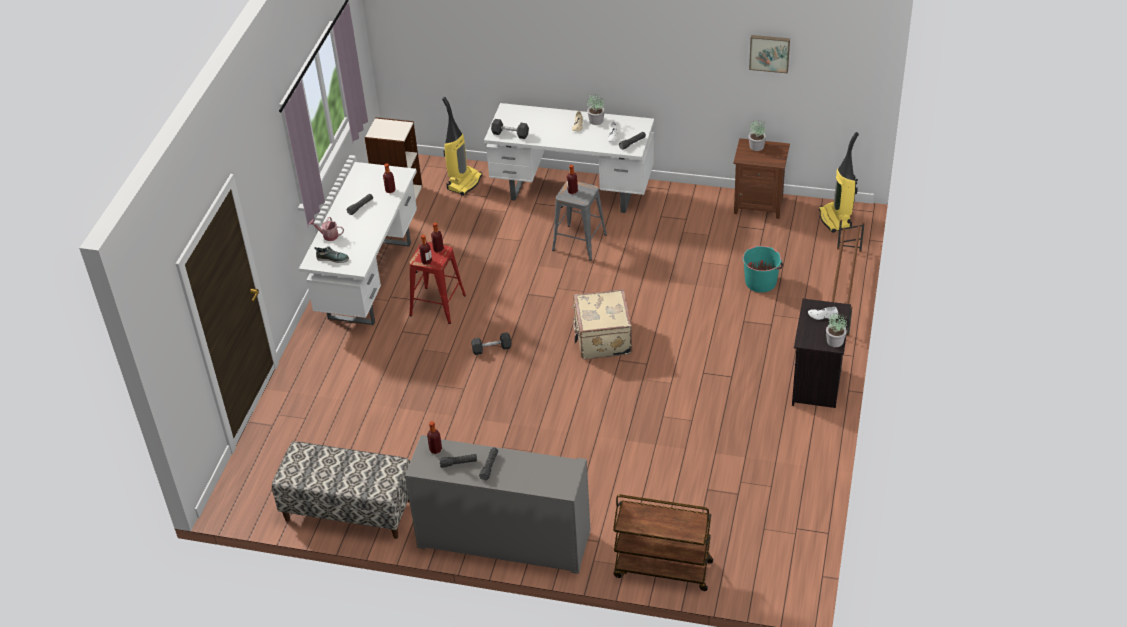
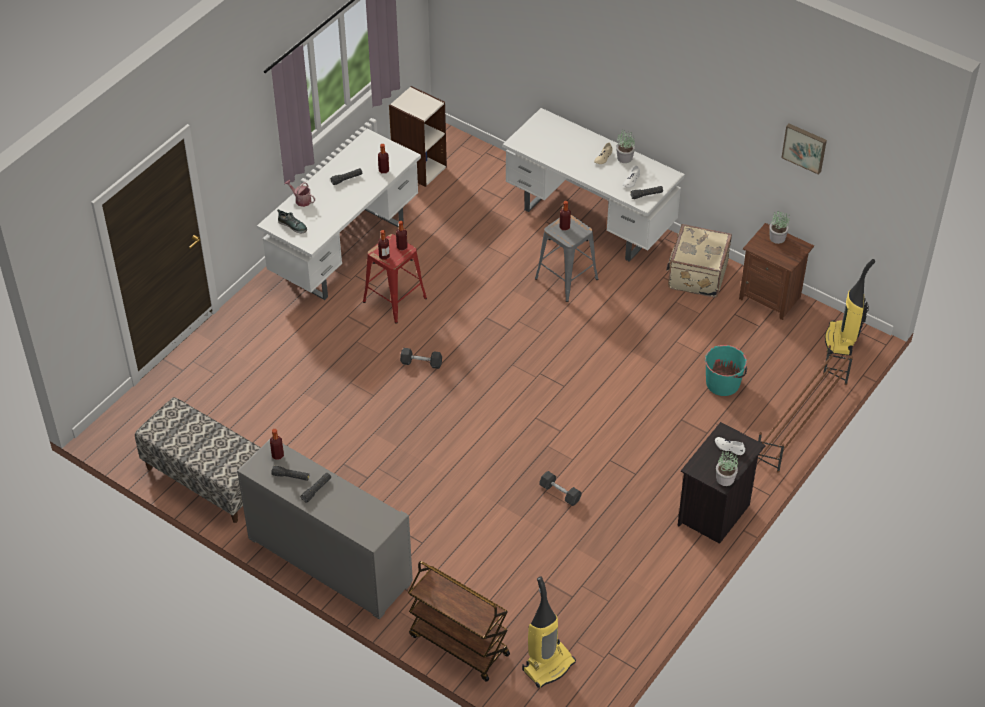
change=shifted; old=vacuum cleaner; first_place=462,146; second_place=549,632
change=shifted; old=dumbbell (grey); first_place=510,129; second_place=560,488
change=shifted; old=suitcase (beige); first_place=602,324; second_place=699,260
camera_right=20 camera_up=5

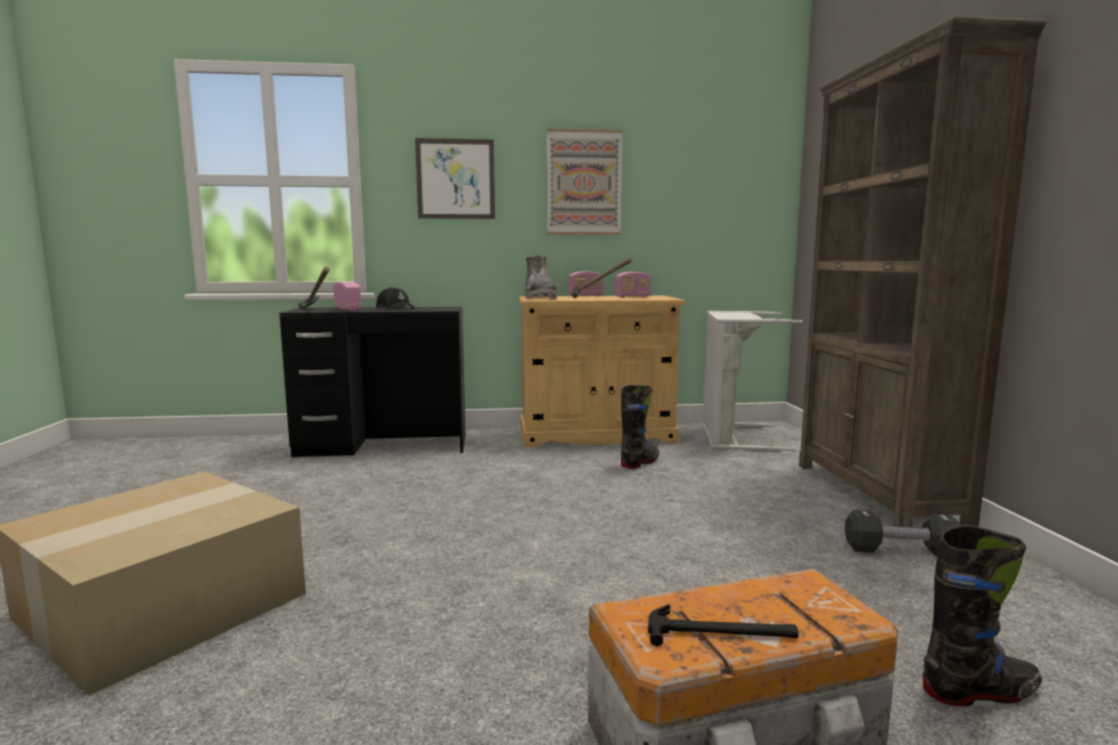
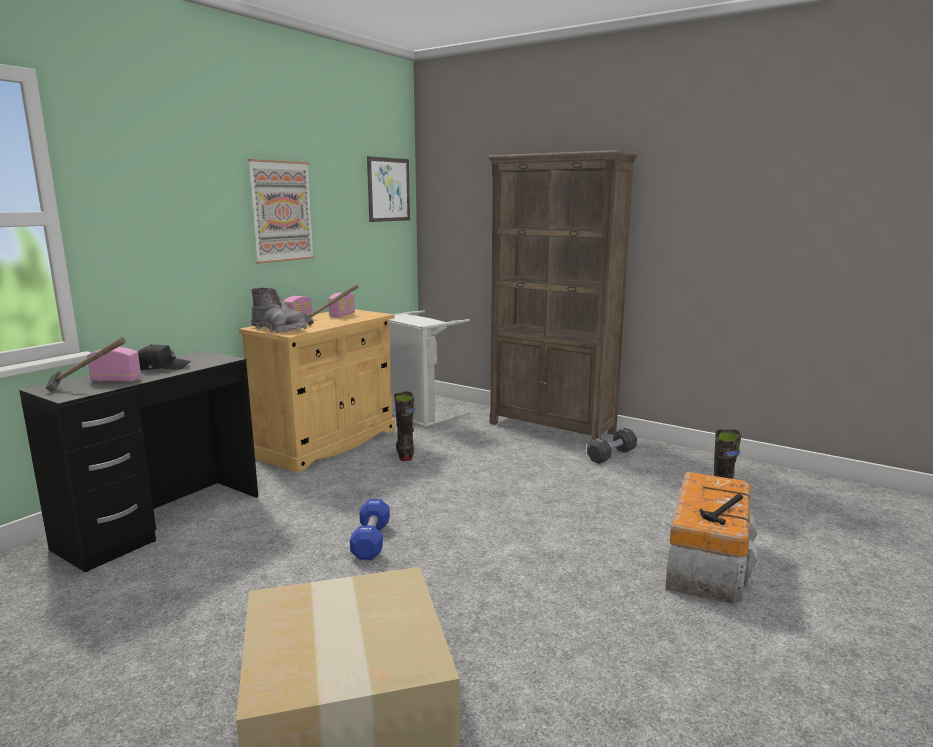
change=new; new=dumbbell (blue); second_place=370,529
change=shifted; old=picture; first_place=455,178; second_place=388,189
camera_right=-50 camera_up=5

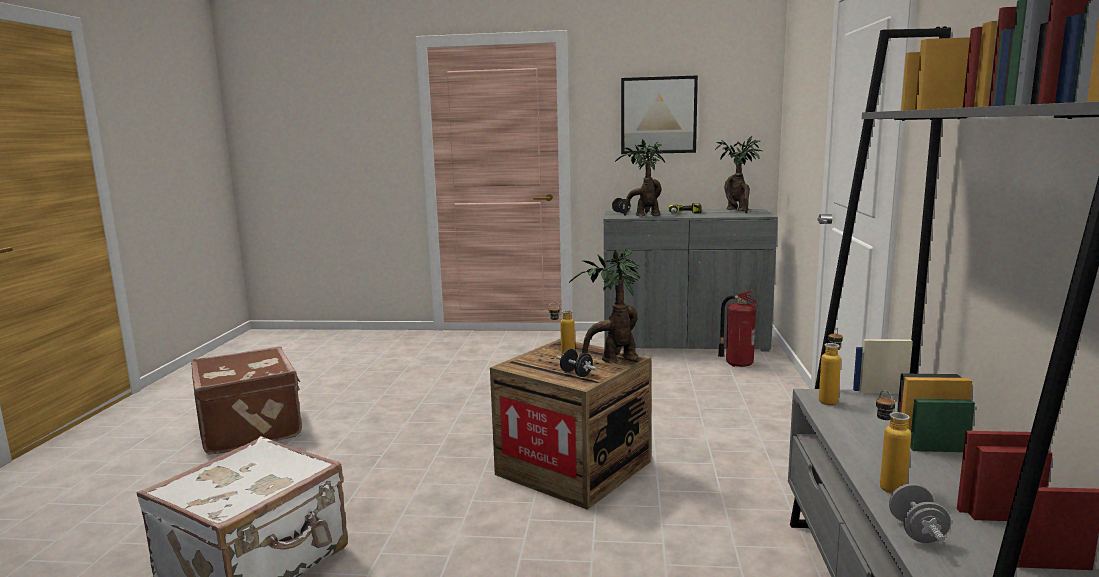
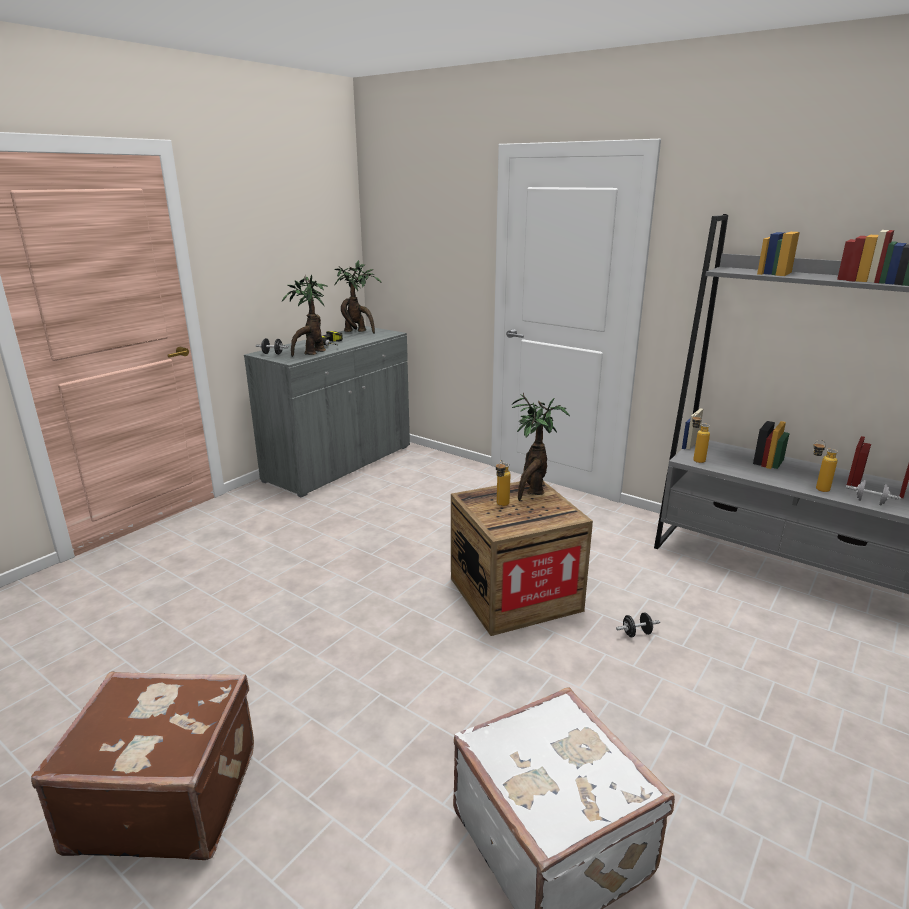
change=gone; old=picture; first_place=659,114
change=gone; old=fire extinguisher; first_place=738,328
change=shifted; old=dumbbell (black); first_place=576,363; second_place=638,625
camera_right=-60 camera_up=10

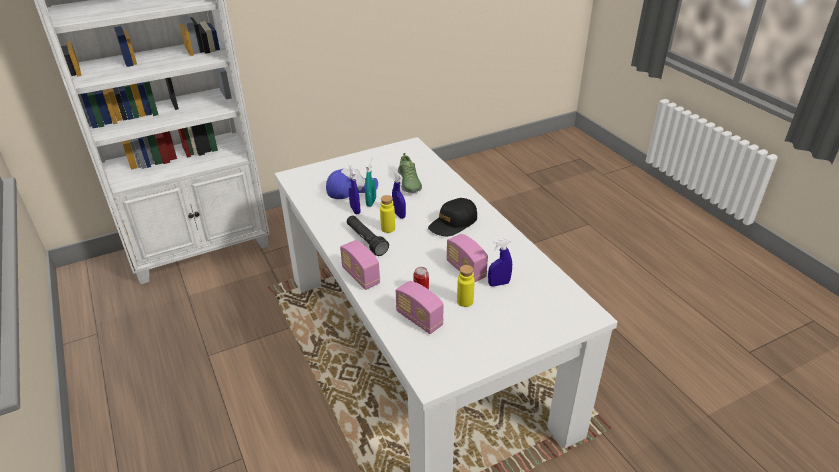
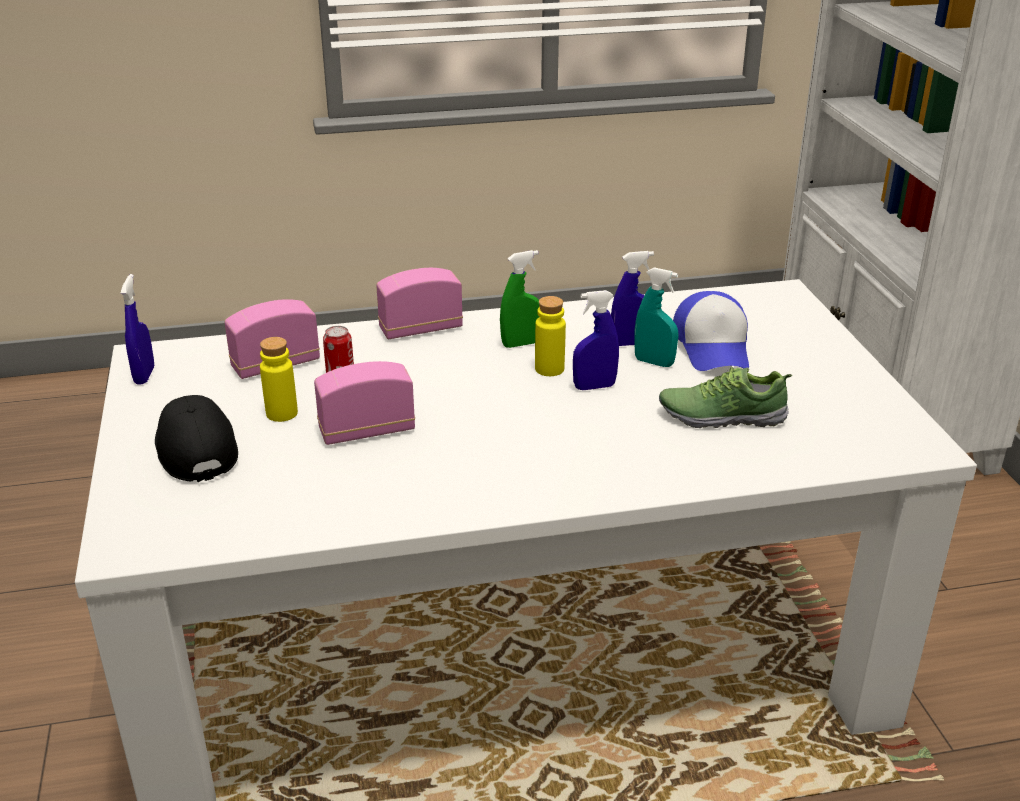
change=shifted; old=cap (black); first_place=452,217; second_place=196,438
change=shifted; old=spray bottle (blue); first_place=500,262; second_place=137,329
change=swapped; old=flashlight (black); new=spray bottle (green); first_place=368,235; second_place=520,299
camera_right=105 camera_up=-5

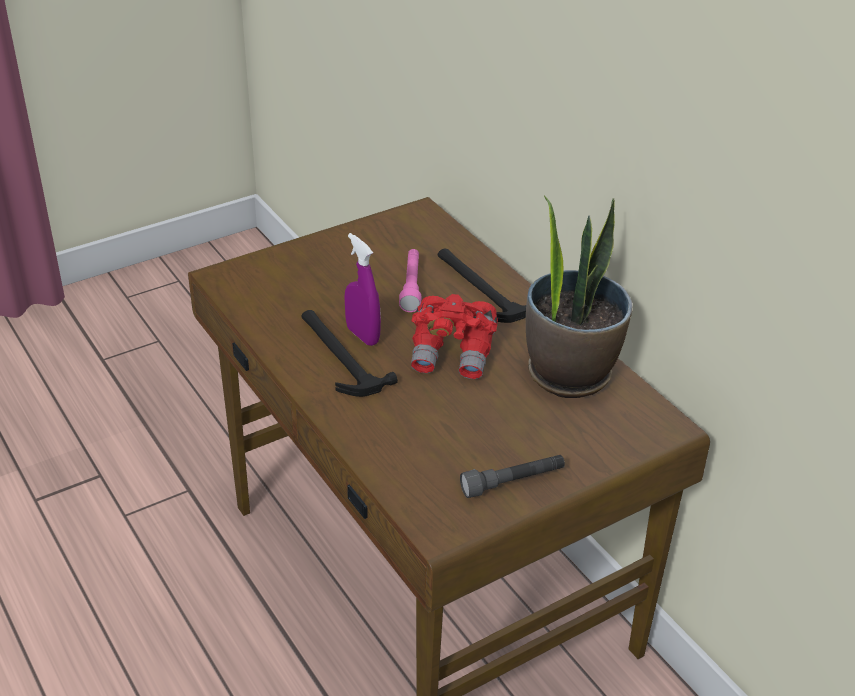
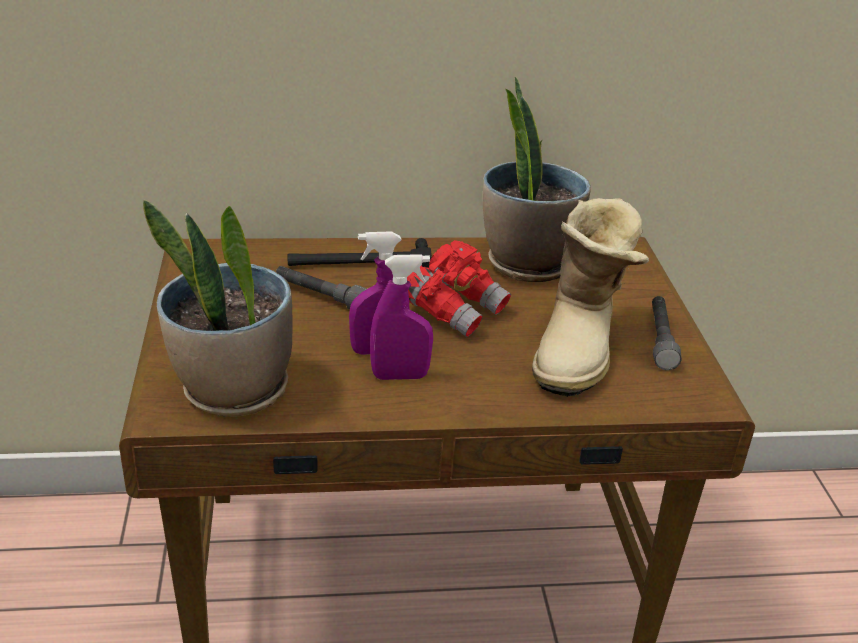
change=new; new=potted plant; second_place=218,308
change=new; new=boot; second_place=590,297
change=swapped; old=hammer; new=spray bottle (purple); first_place=349,353; second_place=401,317
change=repainted; old=flashlight (pink); new=flashlight (grey); first_place=410,280; second_place=321,288
camera_right=-65 camera_up=-5

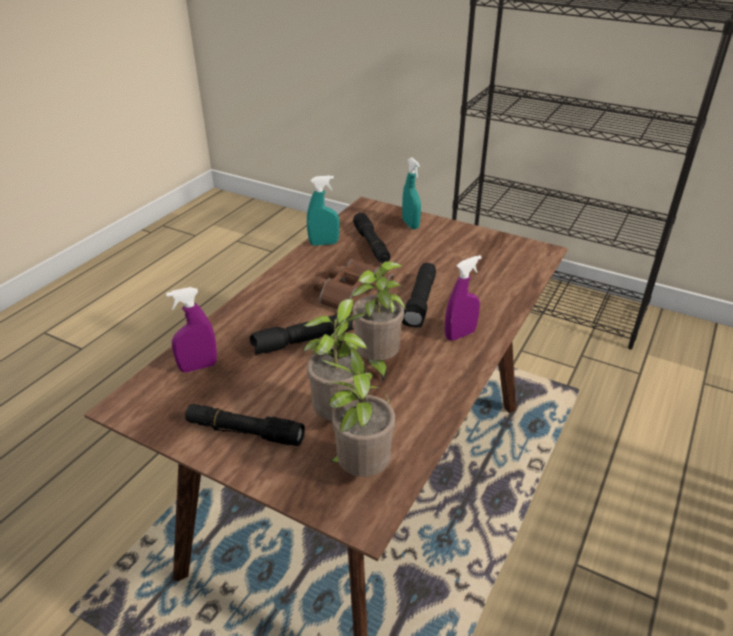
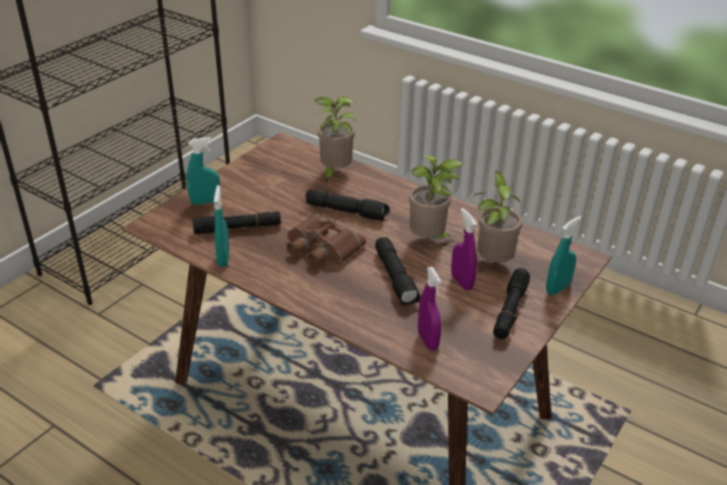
change=new; new=spray bottle (turquoise); second_place=563,255
change=shifted; old=potted plant; first_place=358,412; second_place=335,139
change=shifted; old=spray bottle (purple); first_place=463,298; second_place=464,249
camera_right=-85 camera_up=0

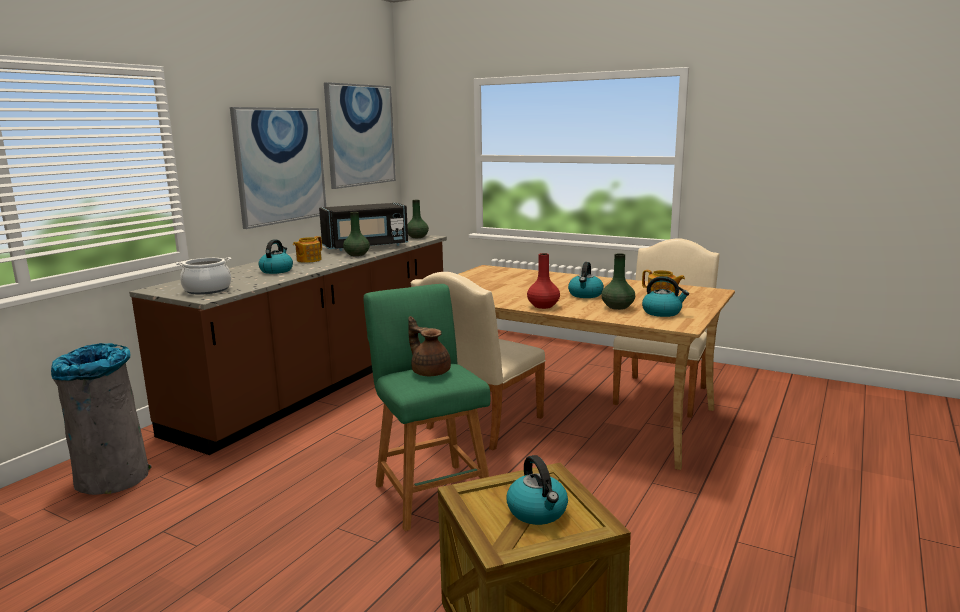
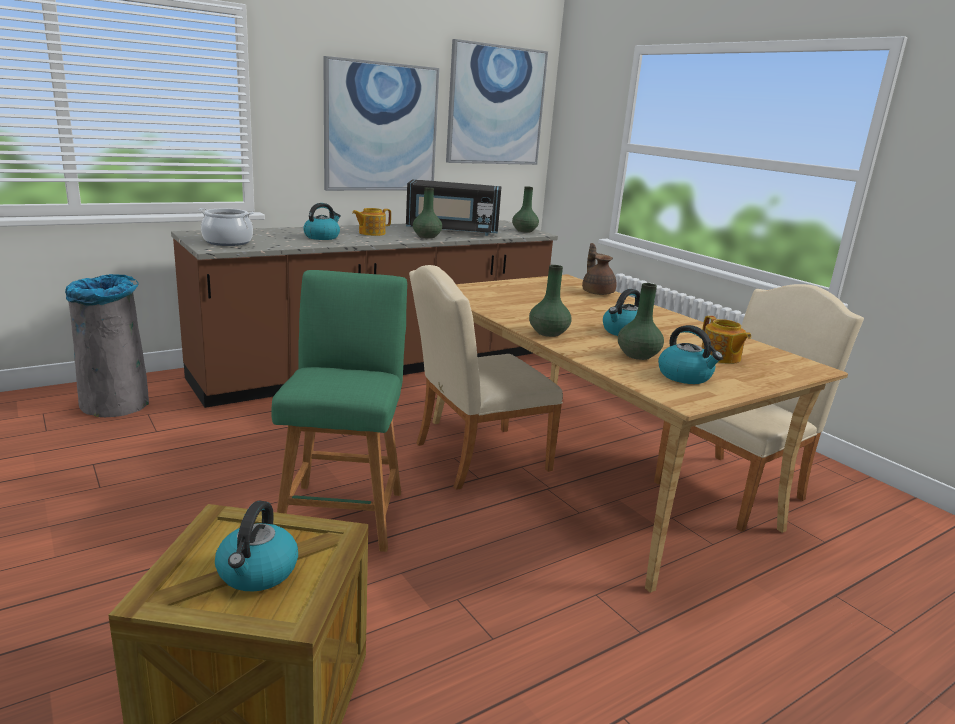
change=shifted; old=teapot (brown); first_place=429,346; second_place=599,269
change=repainted; old=vase (red); new=vase (green); first_place=543,281; second_place=550,301
camera_right=25 camera_up=5

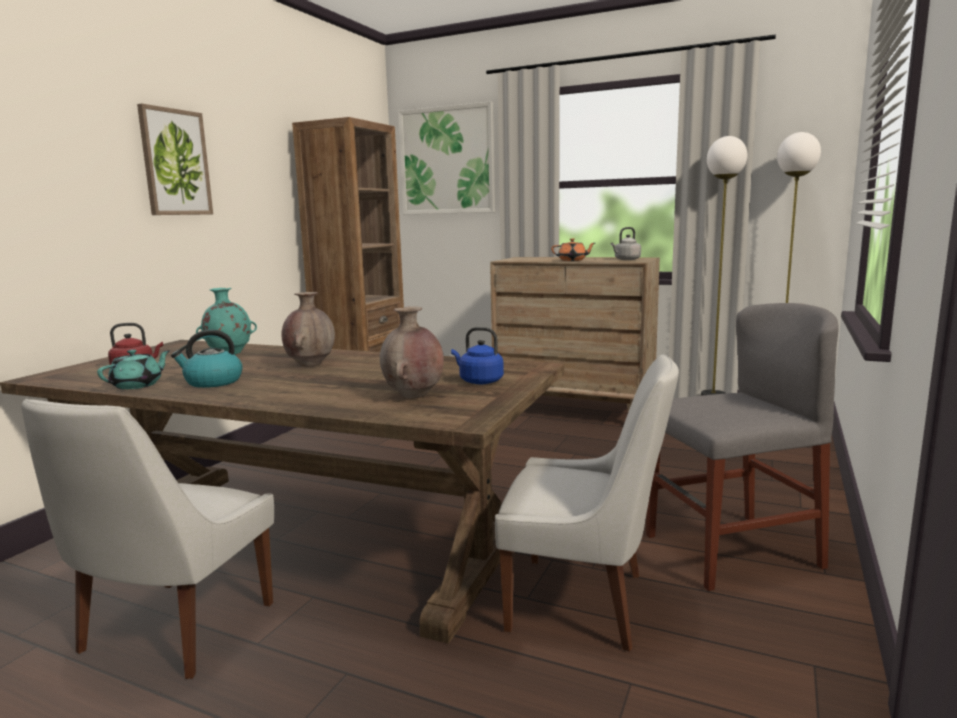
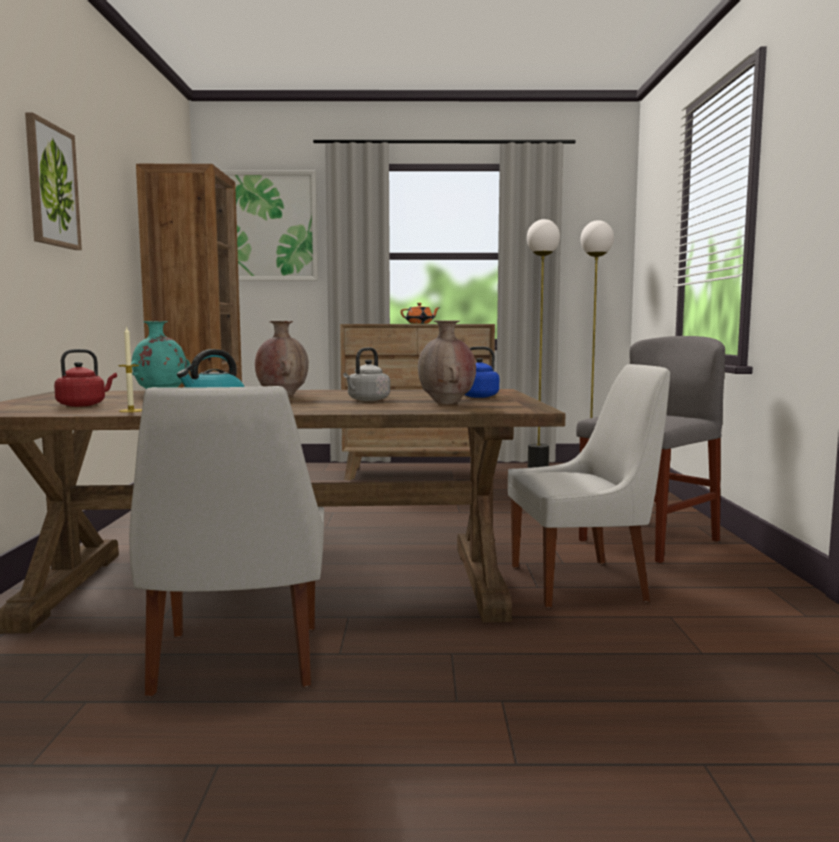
change=shifted; old=kettle (grey); first_place=626,243; second_place=366,374
change=swapped; old=teapot (turquoise); new=candle; first_place=133,369; second_place=130,369
camera_right=-25 camera_up=-5

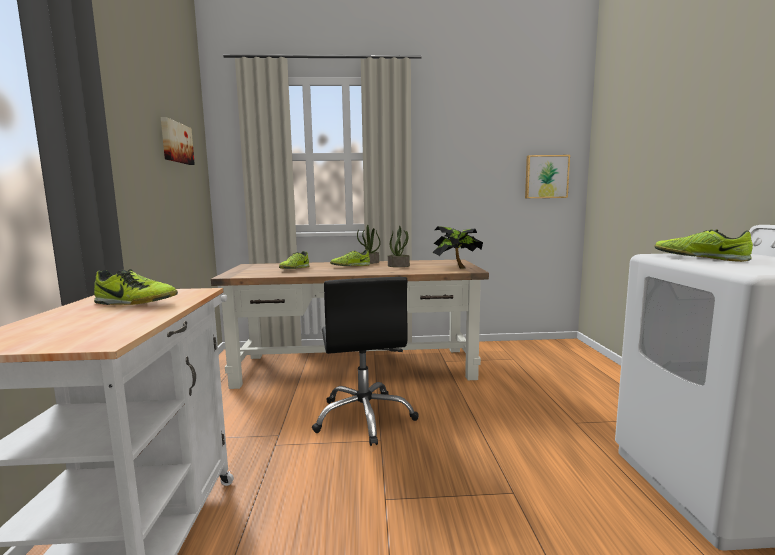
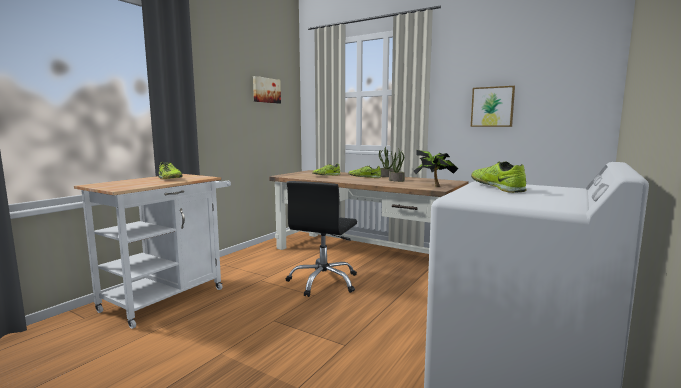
change=shifted; old=picture; first_place=547,176; second_place=493,106
camera_right=35 camera_up=0

